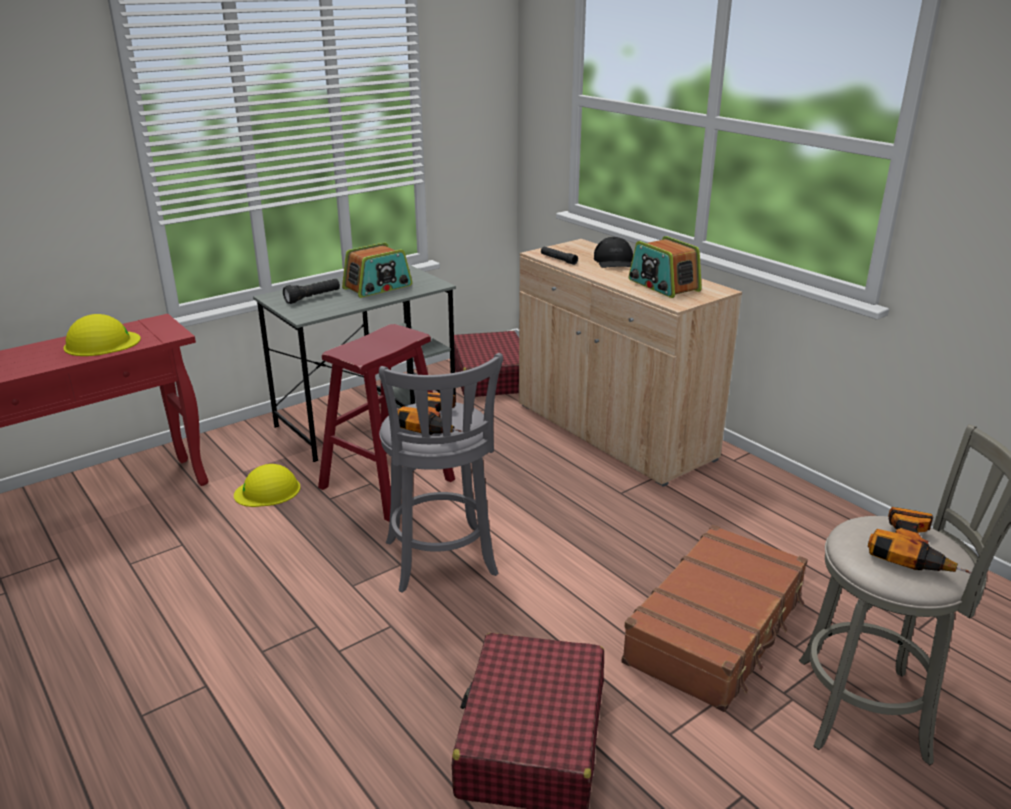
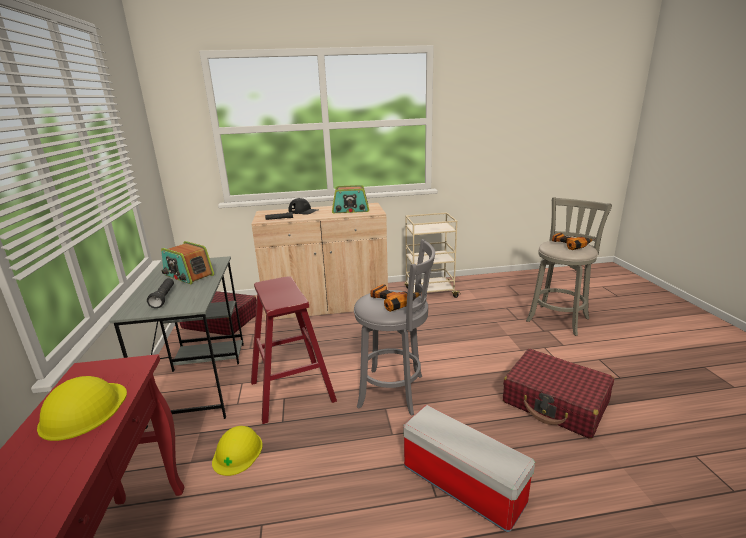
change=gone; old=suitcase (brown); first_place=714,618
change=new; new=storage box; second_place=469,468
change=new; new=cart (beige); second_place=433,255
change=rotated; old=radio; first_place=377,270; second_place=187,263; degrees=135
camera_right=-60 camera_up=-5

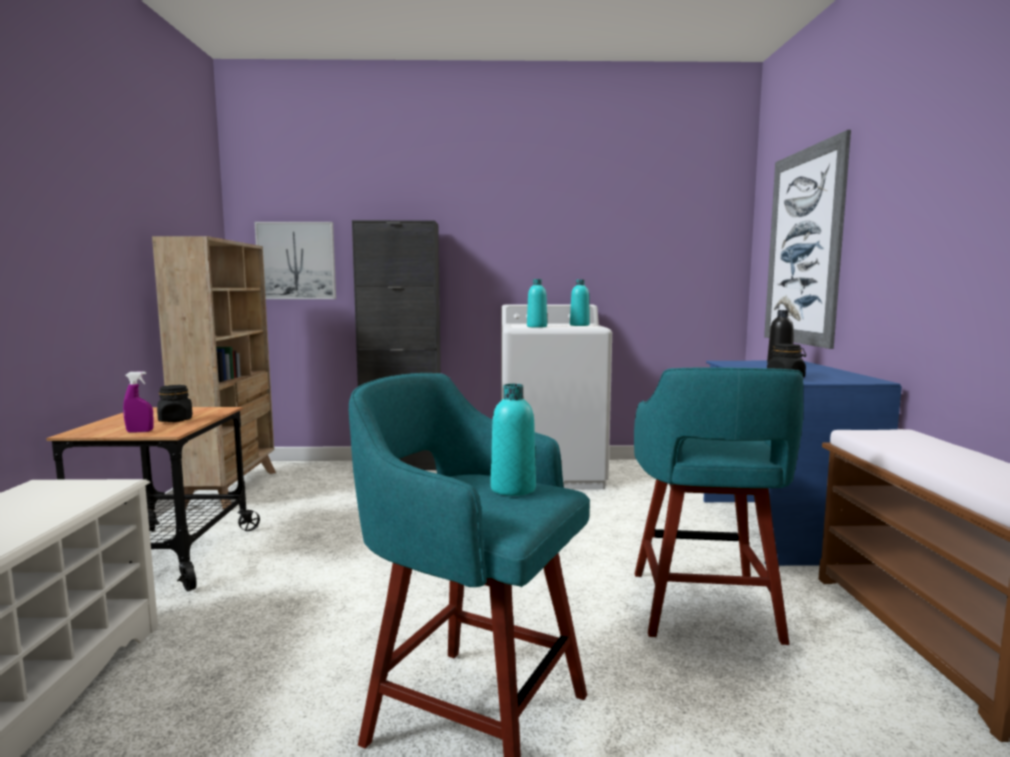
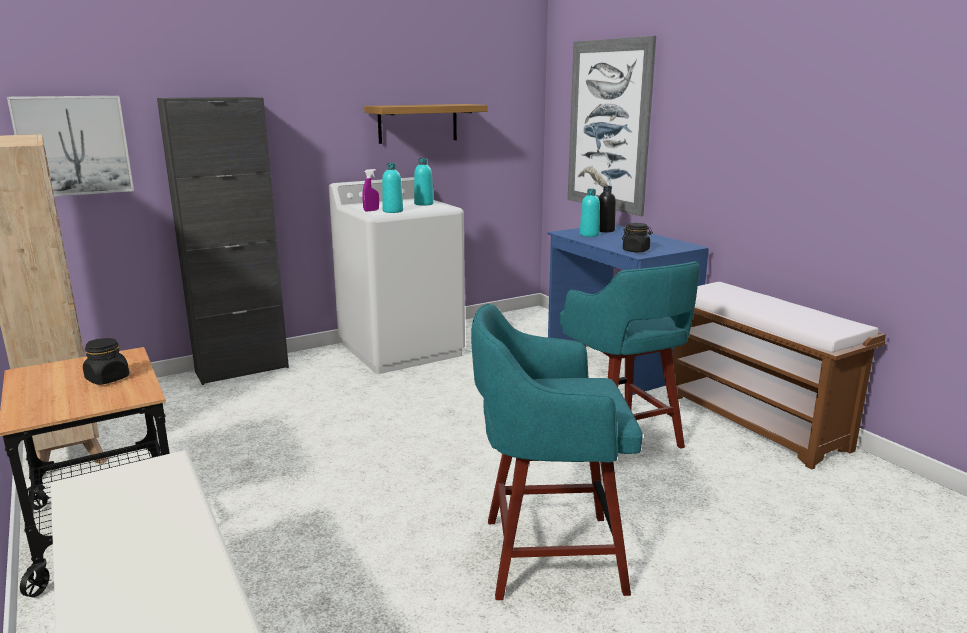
change=new; new=shelf; second_place=426,124
change=shifted; old=spray bottle (purple); first_place=138,402; second_place=370,190
change=shifted; old=bottle (turquoise); first_place=513,440; second_place=590,213
camera_right=-30 camera_up=10

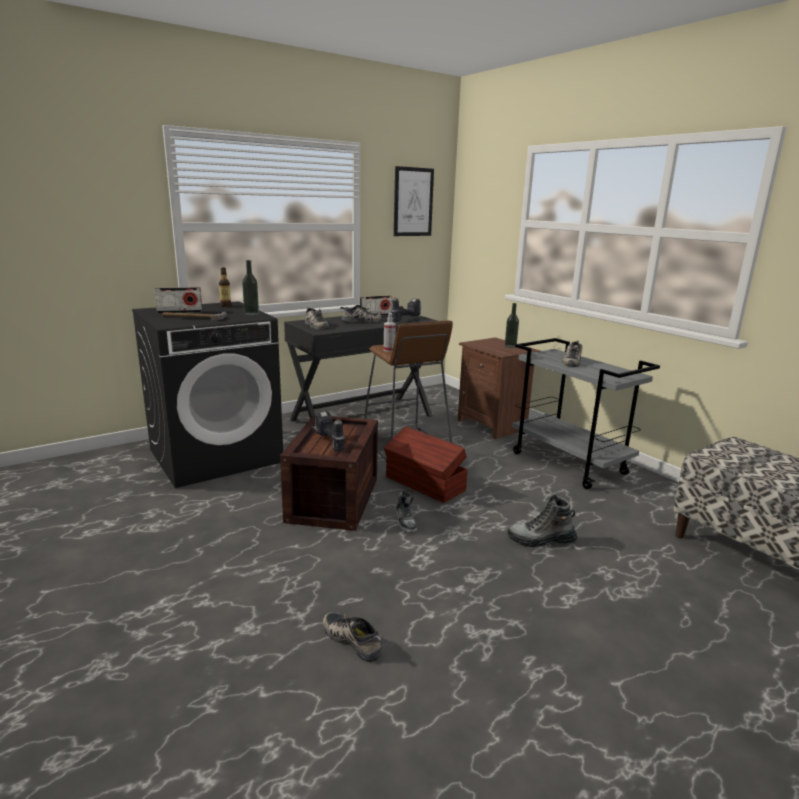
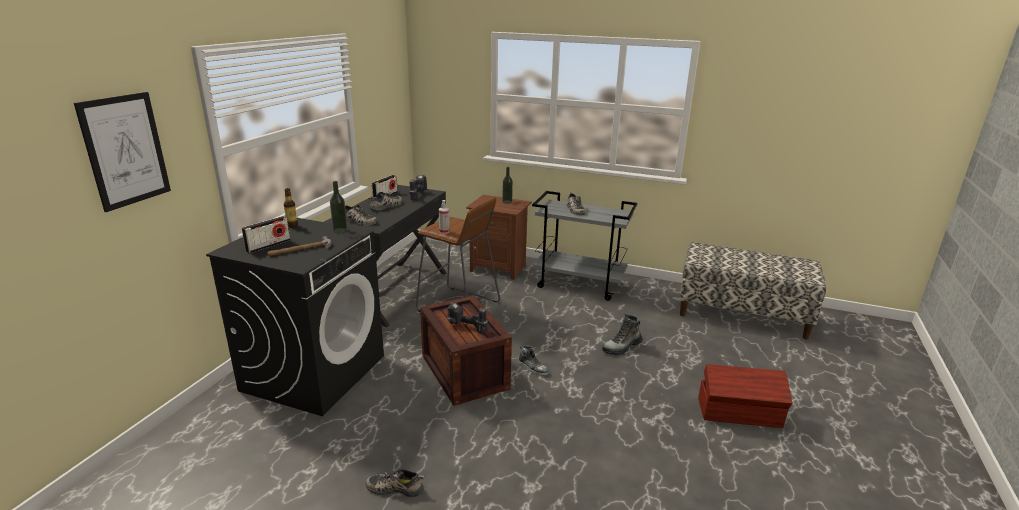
change=shifted; old=shoe; first_place=353,637; second_place=395,483
change=shifted; old=storage box (brown); first_place=426,464; second_place=745,396
change=shifted; old=picture; first_place=414,201; second_place=122,152
camera_right=-35 camera_up=5

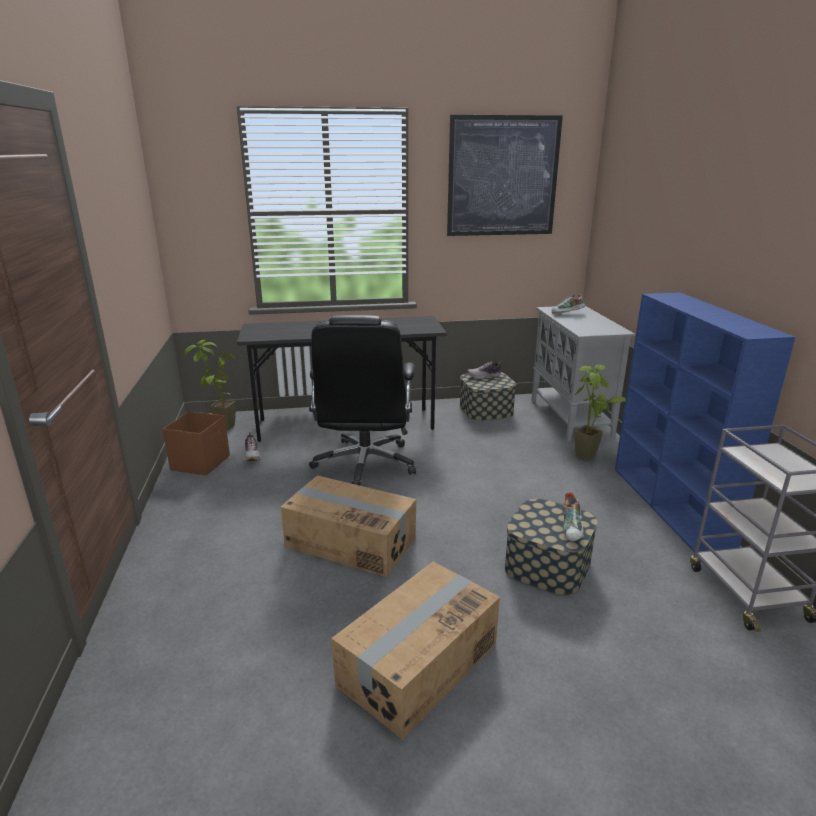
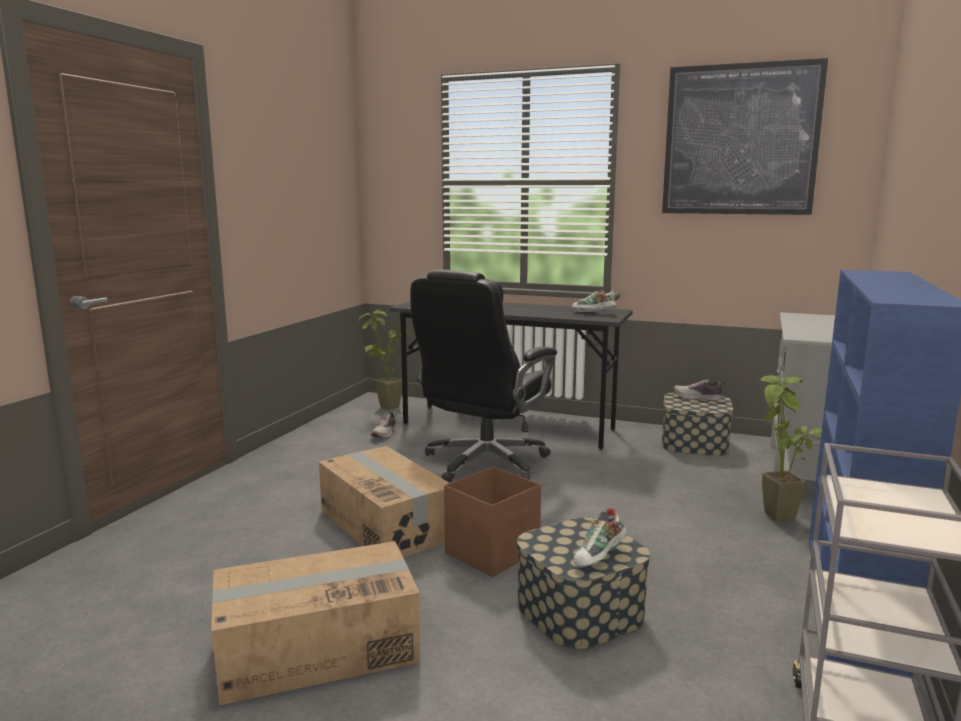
change=shifted; old=storage box (brown); first_place=196,443; second_place=492,522
change=shifted; old=shoe; first_place=568,304; second_place=593,300
camera_right=30 camera_up=-10

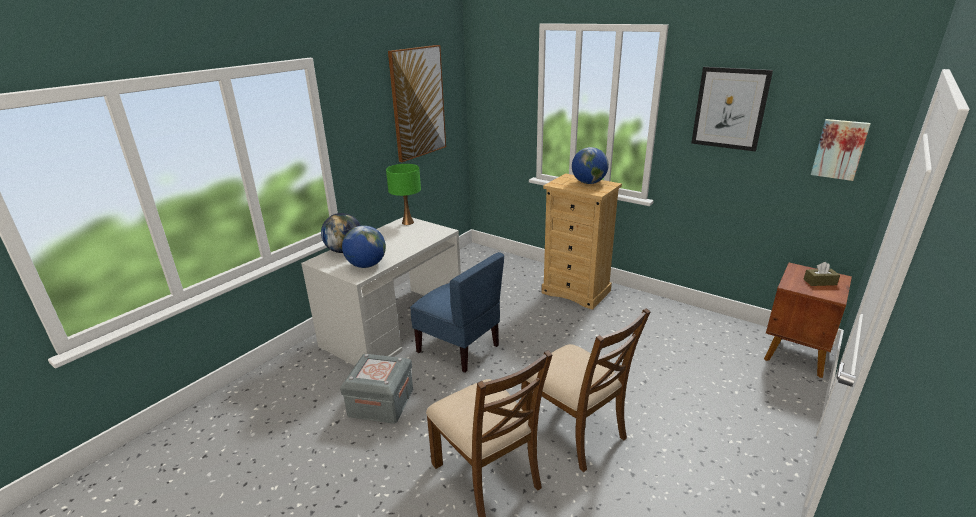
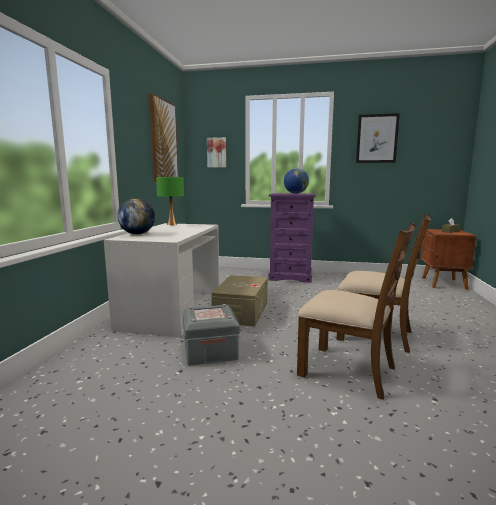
change=gone; old=globe; first_place=364,246
change=shifted; old=picture; first_place=841,150; second_place=216,152
change=swapped; old=chair (blue); new=storage box (beige); first_place=457,312; second_place=239,301
change=repainted; old=dresser (beige); new=dresser (purple); first_place=581,241; second_place=292,238
camera_right=-25 camera_up=-15

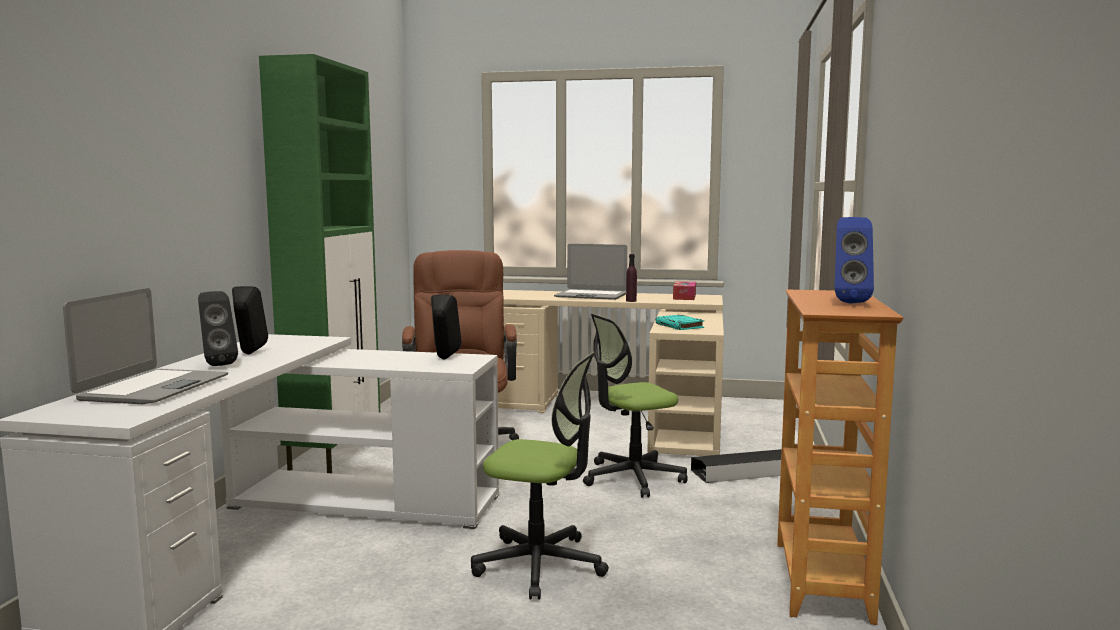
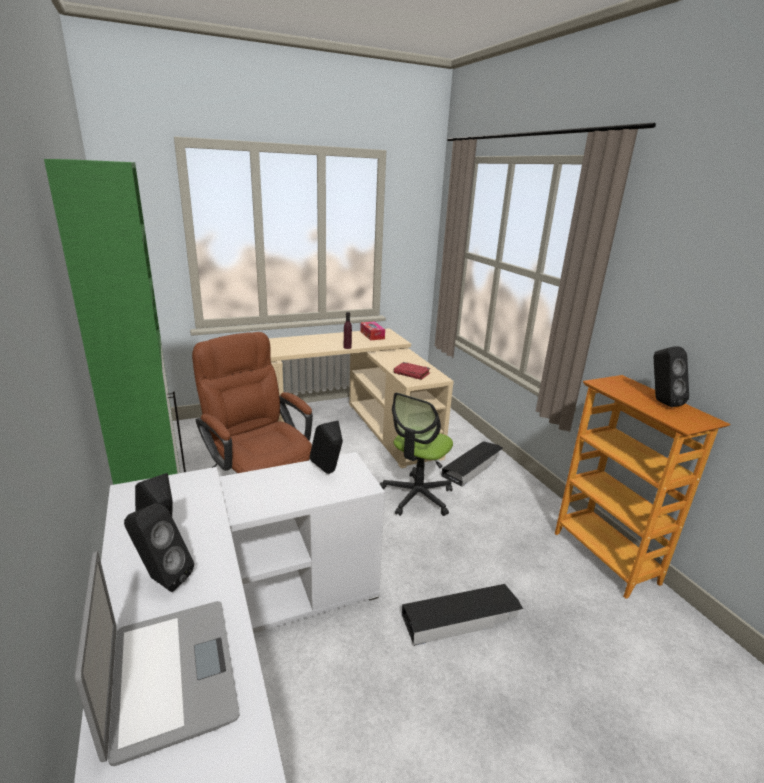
change=gone; old=laptop; first_place=590,272
change=swapped; old=office chair; new=storage box (black); first_place=540,476; second_place=462,615
change=repainted; old=book (turquoise); new=book (red); first_place=679,322; second_place=412,371
change=repainted; old=speaker (blue); new=speaker (black); first_place=854,260; second_place=671,377
camera_right=-35 camera_up=15

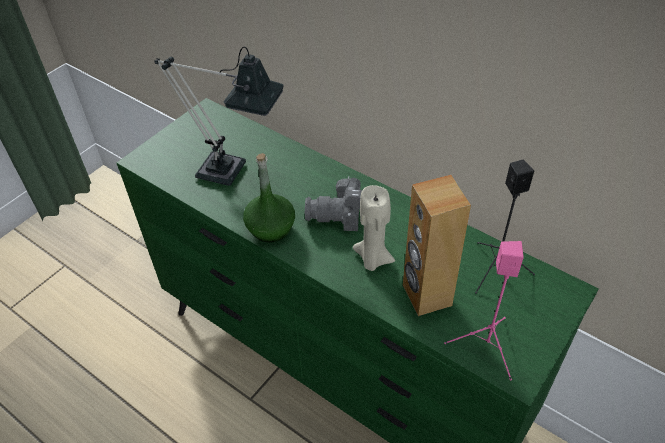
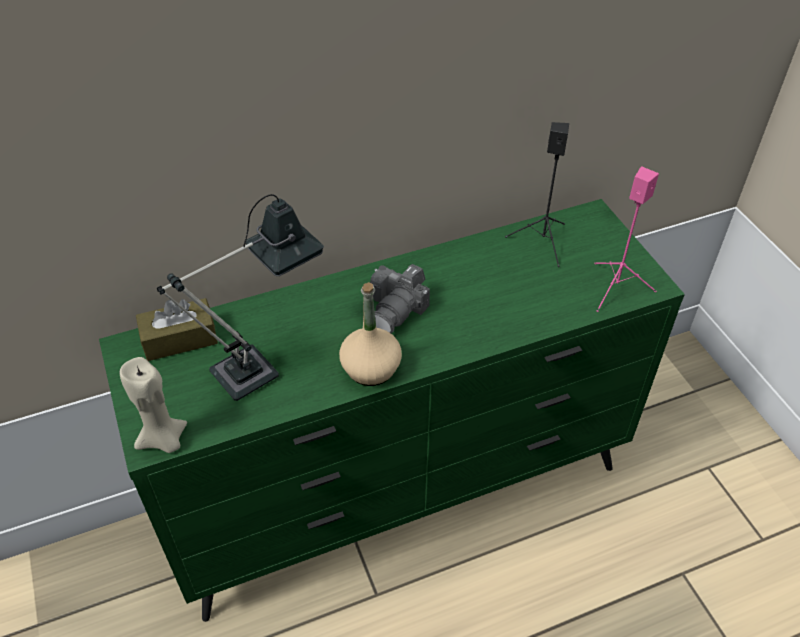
change=gone; old=speaker (brown); first_place=437,245
change=new; new=tissue box (brown); second_place=177,329
change=shifted; old=candle (beige); first_place=374,228; second_place=153,405
change=repainted; old=bottle (green); new=bottle (beige); first_place=269,197; second_place=370,334
camera_right=-60 camera_up=0

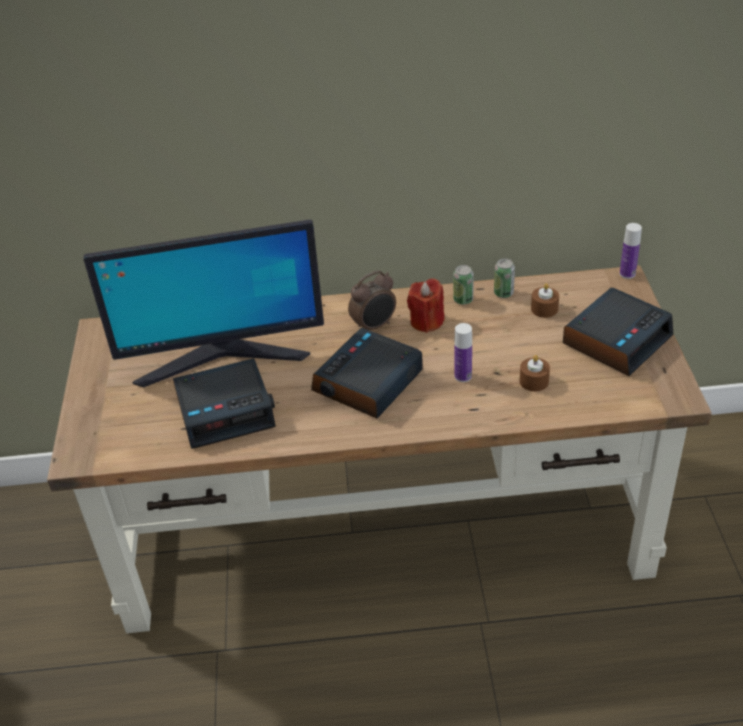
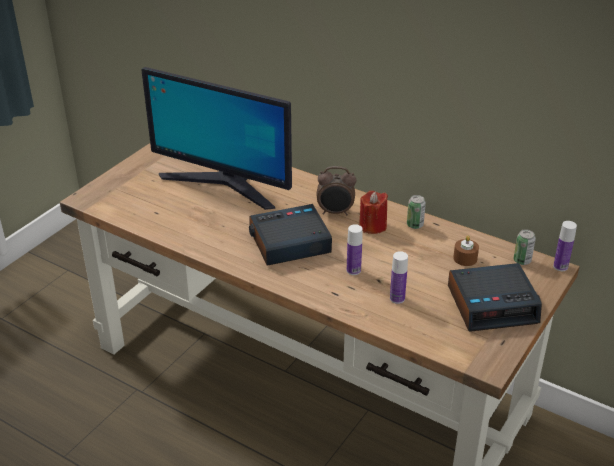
change=gone; old=alarm clock; first_place=224,403
change=shifted; old=can; first_place=504,278; second_place=525,247
change=swapped; old=candle (brown); new=bottle; first_place=534,373; second_place=399,277
camera_right=35 camera_up=-5

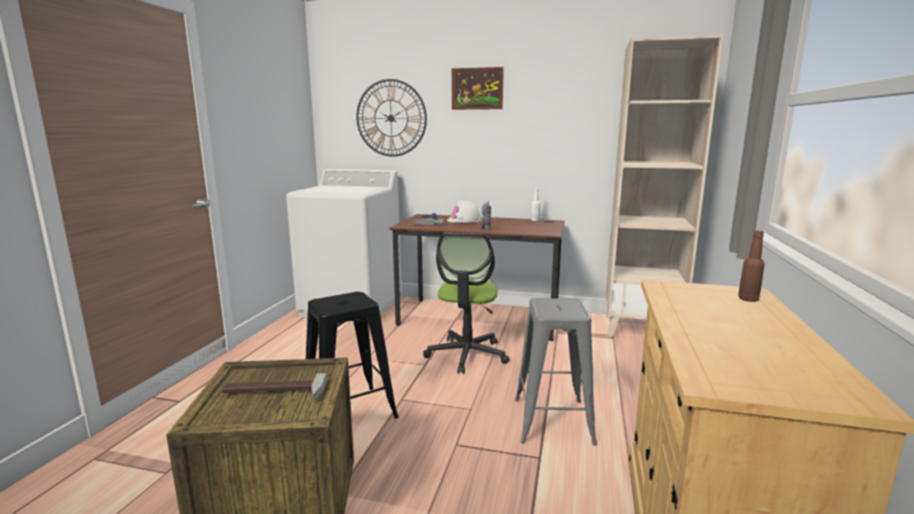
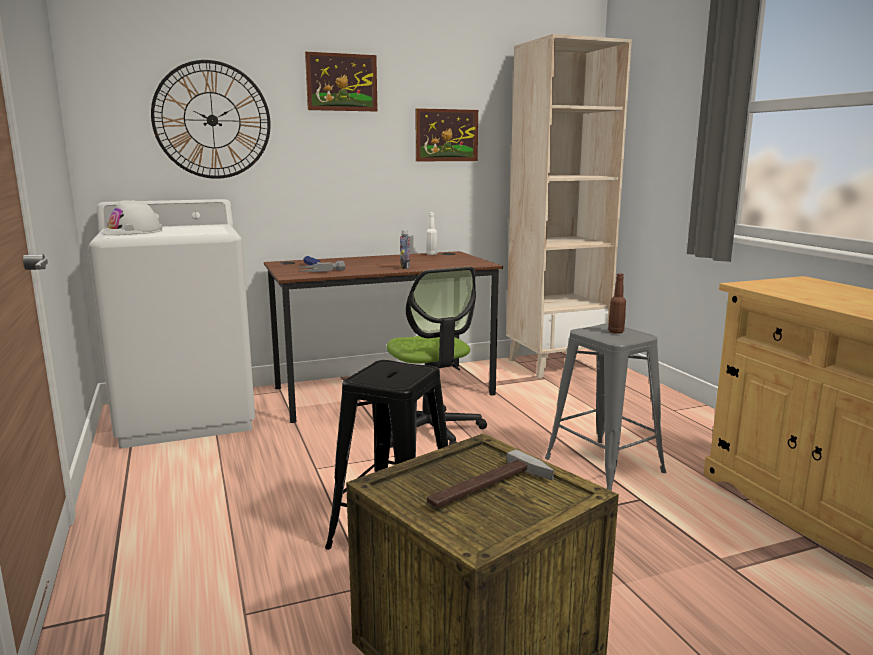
change=new; new=picture; second_place=446,134
change=shifted; old=hard hat (white); first_place=464,212; second_place=132,217
change=shifted; old=bottle (brown); first_place=751,266; second_place=617,303
camera_right=-35 camera_up=0

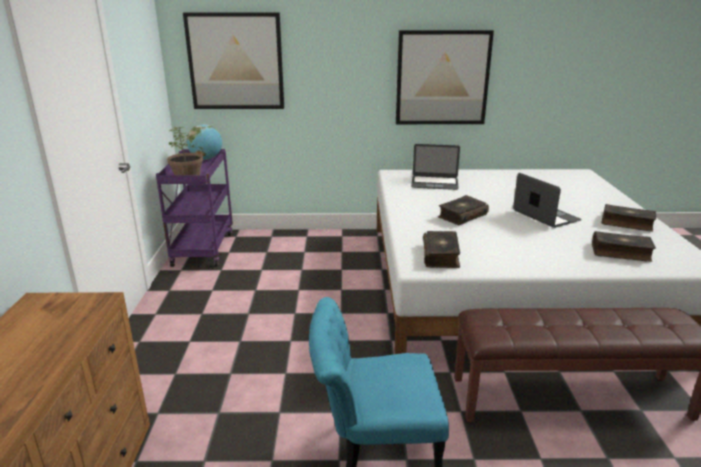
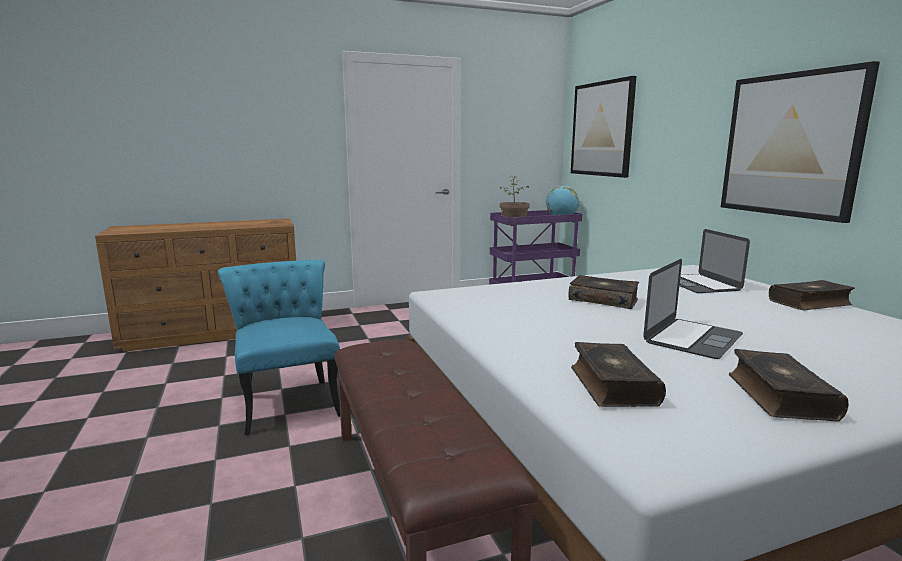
change=shifted; old=book; first_place=441,249; second_place=812,295
camera_right=70 camera_up=-10

